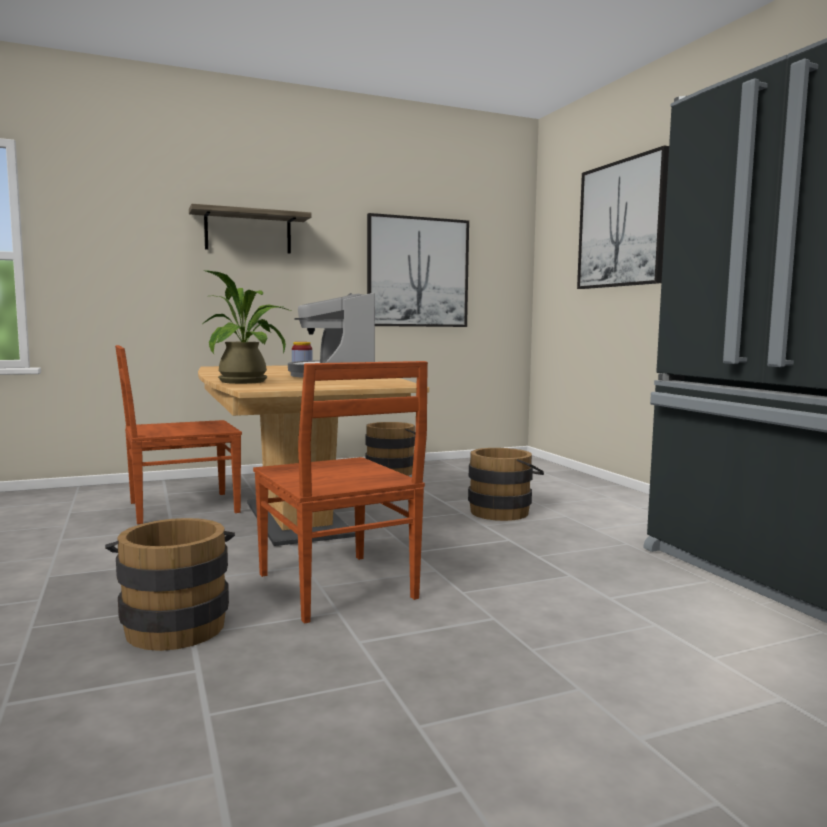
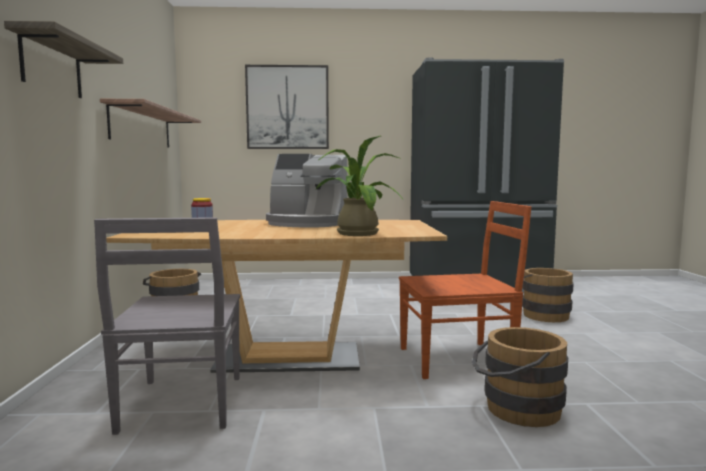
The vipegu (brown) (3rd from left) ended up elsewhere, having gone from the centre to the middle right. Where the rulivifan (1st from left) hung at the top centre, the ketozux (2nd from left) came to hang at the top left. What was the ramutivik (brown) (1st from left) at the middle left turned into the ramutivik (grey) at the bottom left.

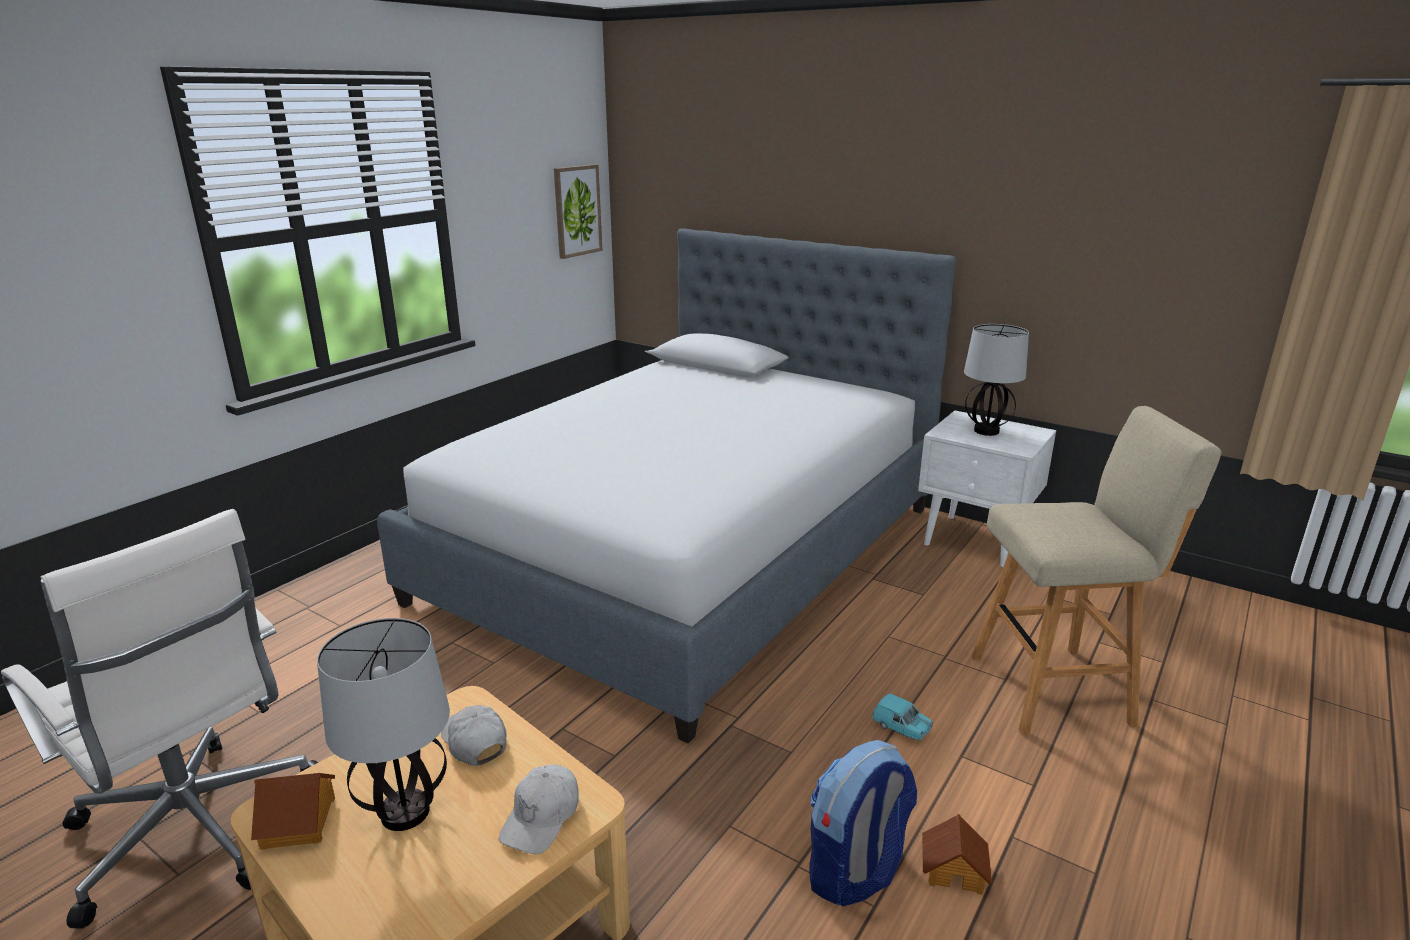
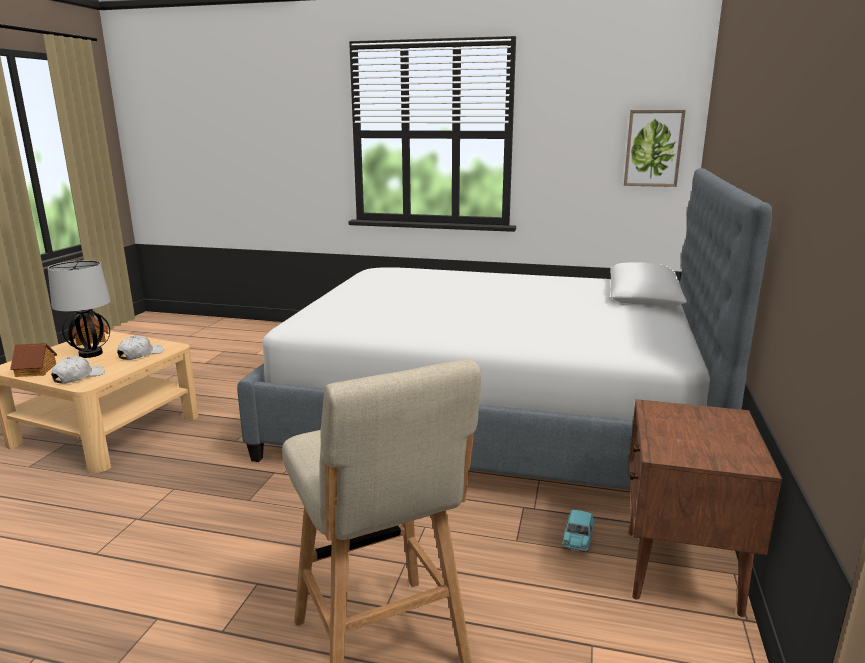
The second view lost the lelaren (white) at the bottom left. The second view lost the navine at the bottom centre. The second view lost the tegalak (2nd from left) at the middle right. The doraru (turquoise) ended up elsewhere, having gone from the bottom centre to the bottom right. The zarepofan (2nd from left in the first image) ended up elsewhere, having gone from the bottom right to the middle left. What was the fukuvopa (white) at the middle right turned into the fukuvopa (brown) at the bottom right. The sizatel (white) (2nd from left in the first image) at the bottom centre ended up facing another way, 120 degrees clockwise from before.

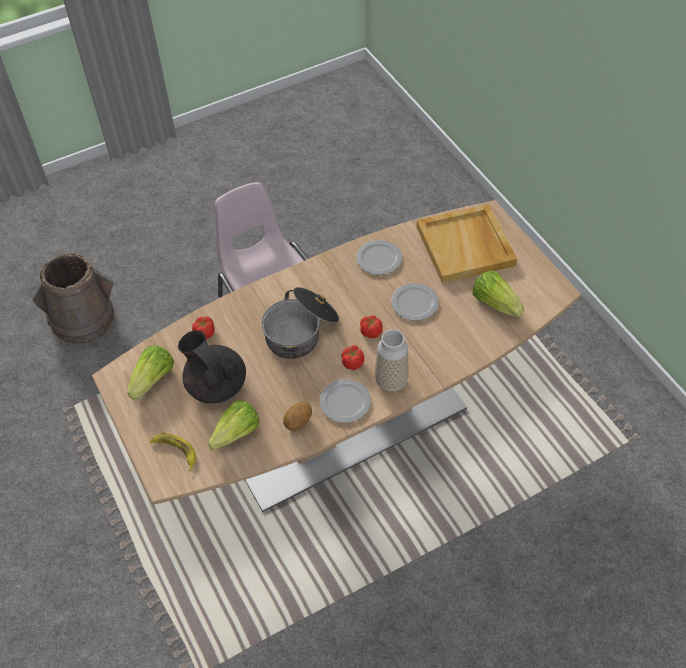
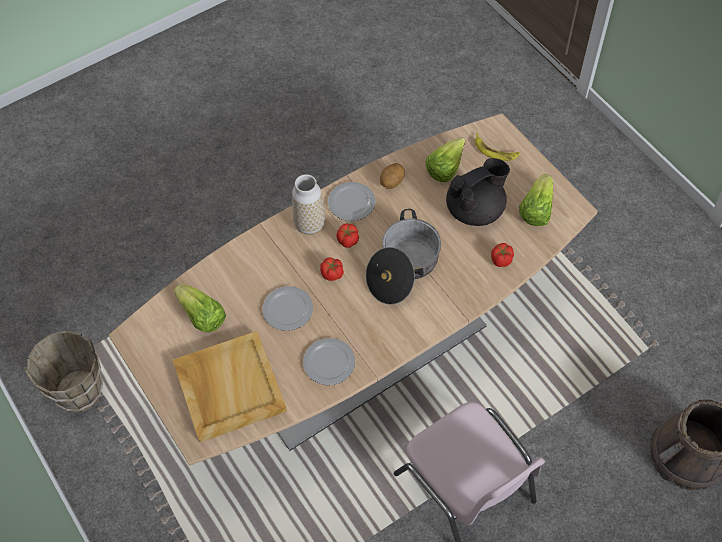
The second view gained the vipegu (brown) (1st from left) at the bottom left. The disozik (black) at the middle left ended up facing another way, 75 degrees counterclockwise from before.

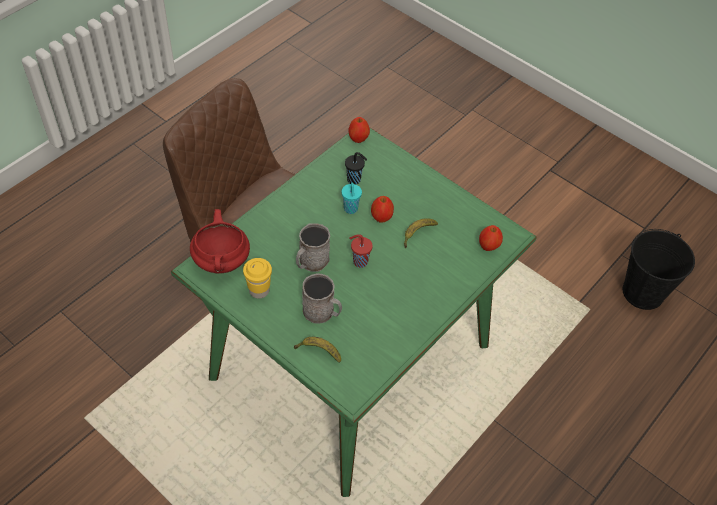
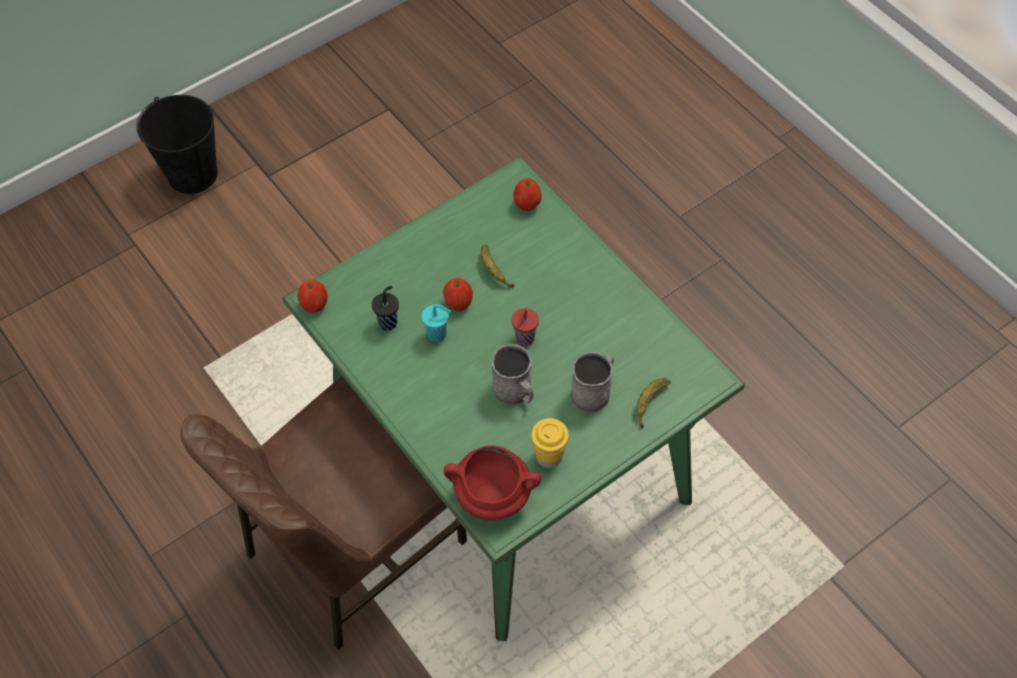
The vipegu (black) ended up elsewhere, having gone from the middle right to the top left.

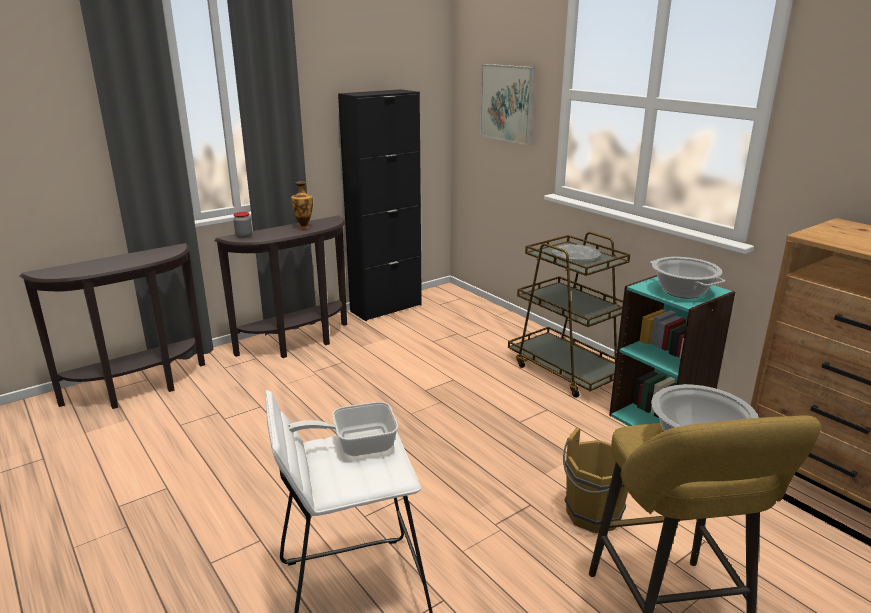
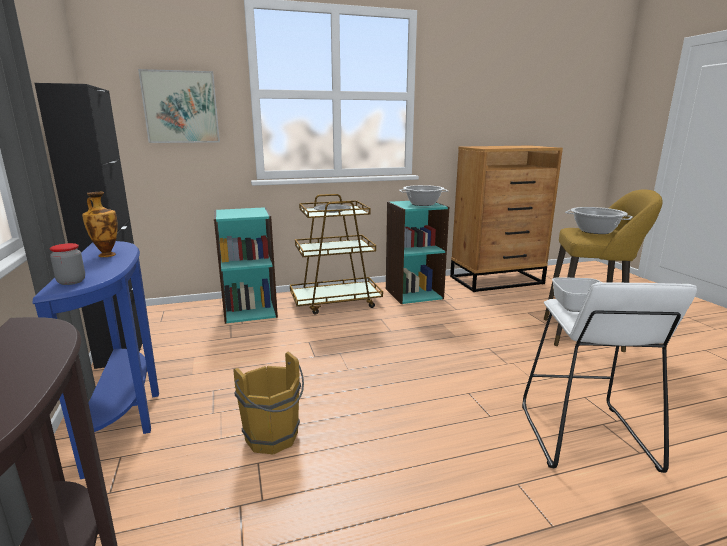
The second view gained the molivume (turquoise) (1st from left) at the centre. The vipegu (brown) ended up elsewhere, having gone from the bottom right to the bottom centre. What was the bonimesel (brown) (2nd from left) at the middle left turned into the bonimesel (blue) at the middle left.

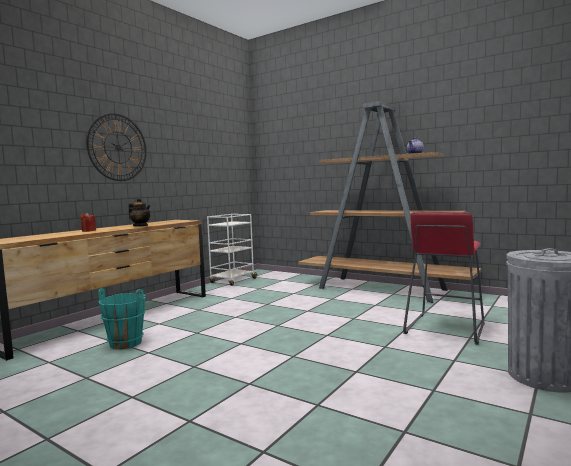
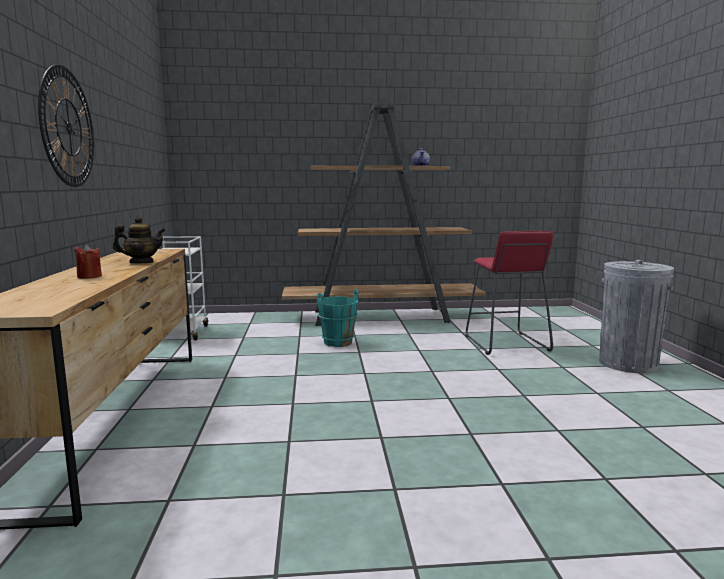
The vipegu (turquoise) ended up elsewhere, having gone from the bottom left to the centre.

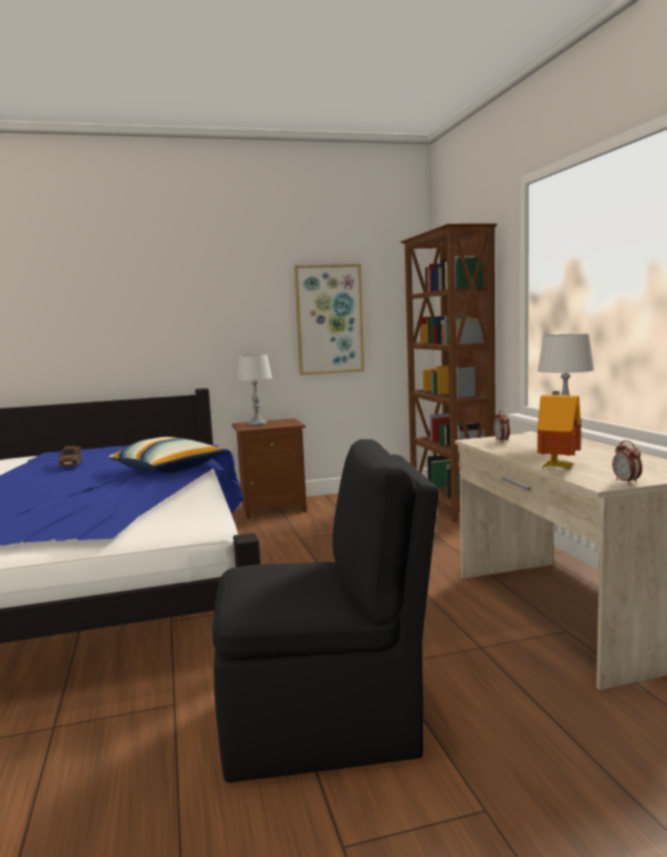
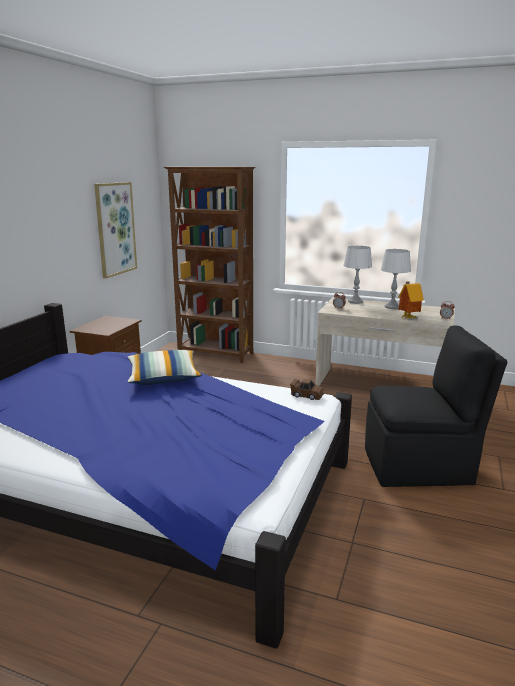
The doraru (brown) ended up elsewhere, having gone from the middle left to the centre. The tegalak (grey) (1st from left in the first image) ended up elsewhere, having gone from the centre to the middle right. The ramutivik (black) at the bottom centre ended up facing another way, 60 degrees clockwise from before.

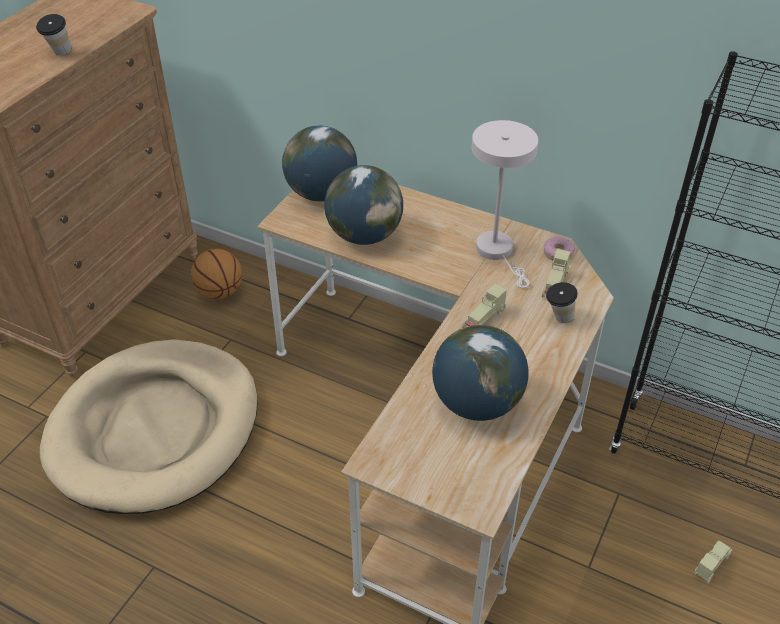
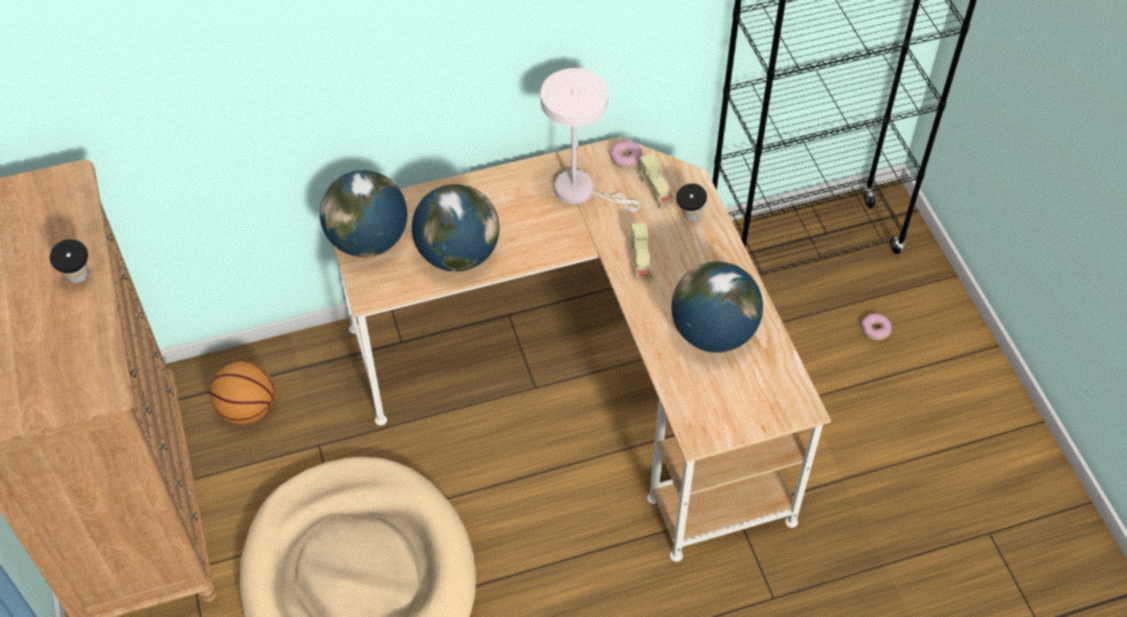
Where the doraru (beige) (3rd from left) stood at the bottom right, the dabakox (2nd from left) came to stand at the middle right.

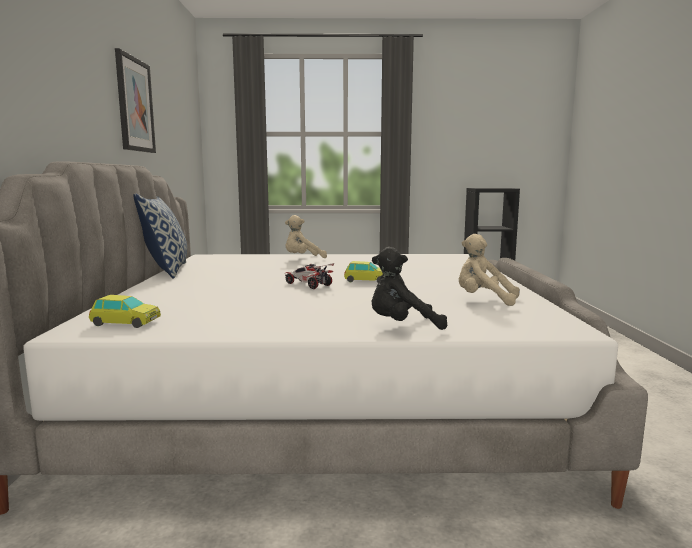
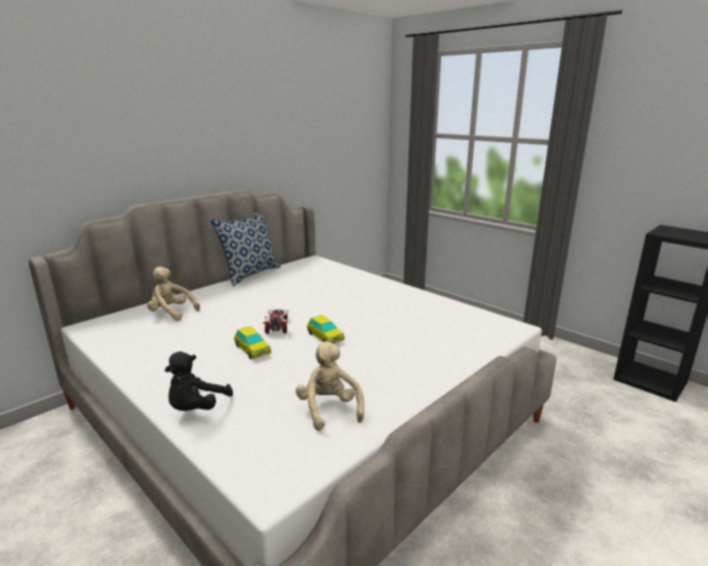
The second view lost the rulivifan at the top left. The doraru (1st from left) ended up elsewhere, having gone from the middle left to the centre. The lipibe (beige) (1st from left) ended up elsewhere, having gone from the centre to the middle left. The lipibe (black) at the centre ended up facing another way, 105 degrees counterclockwise from before.

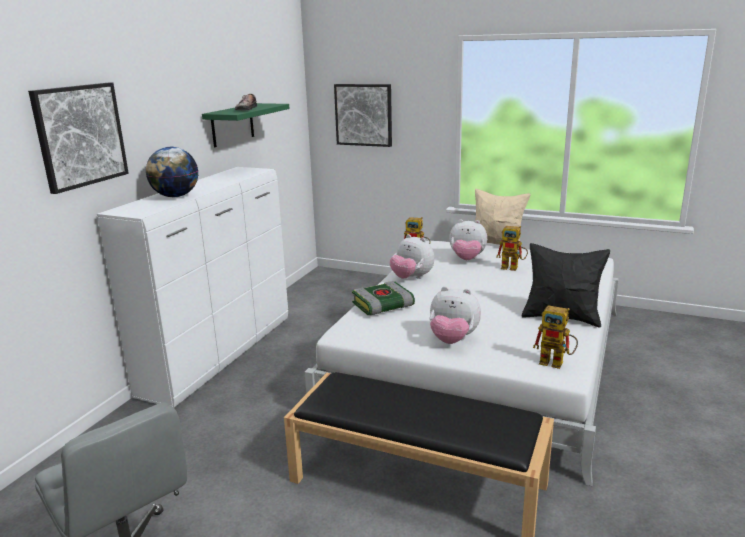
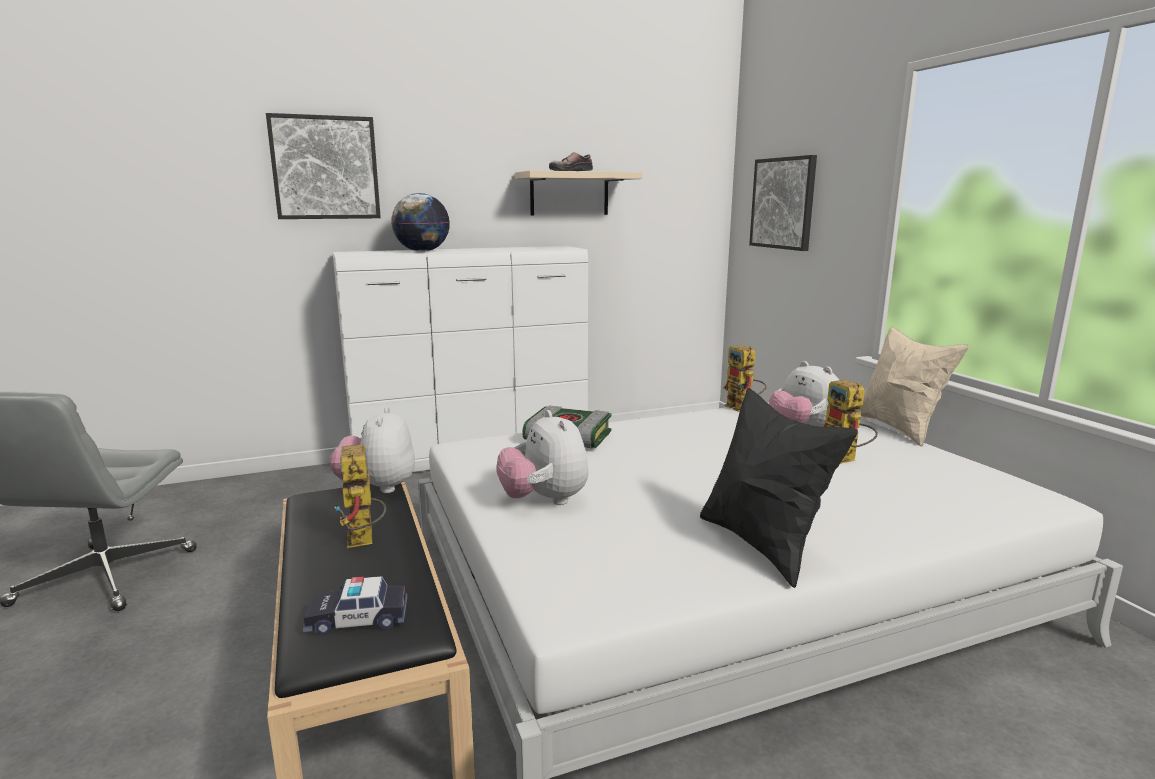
The second view gained the doraru at the bottom left. The lipibe (1st from left) ended up elsewhere, having gone from the centre to the middle left. The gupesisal (3rd from left in the first image) ended up elsewhere, having gone from the middle right to the middle left. What was the ketozux (green) at the top left turned into the ketozux (beige) at the top centre.

